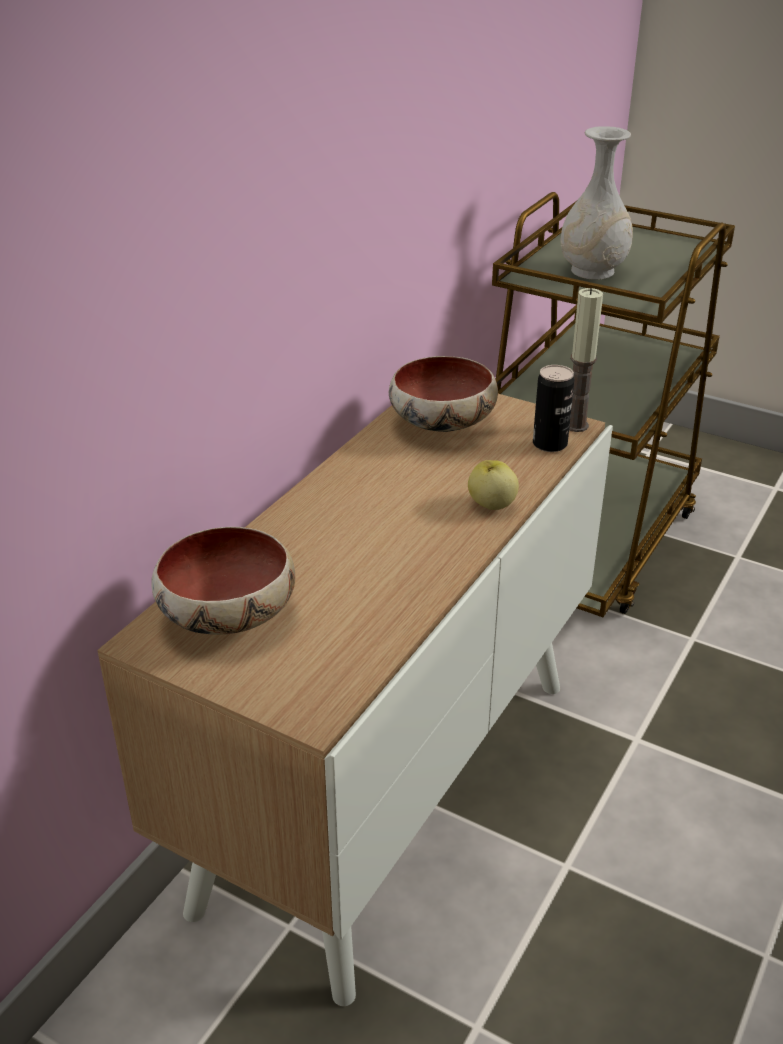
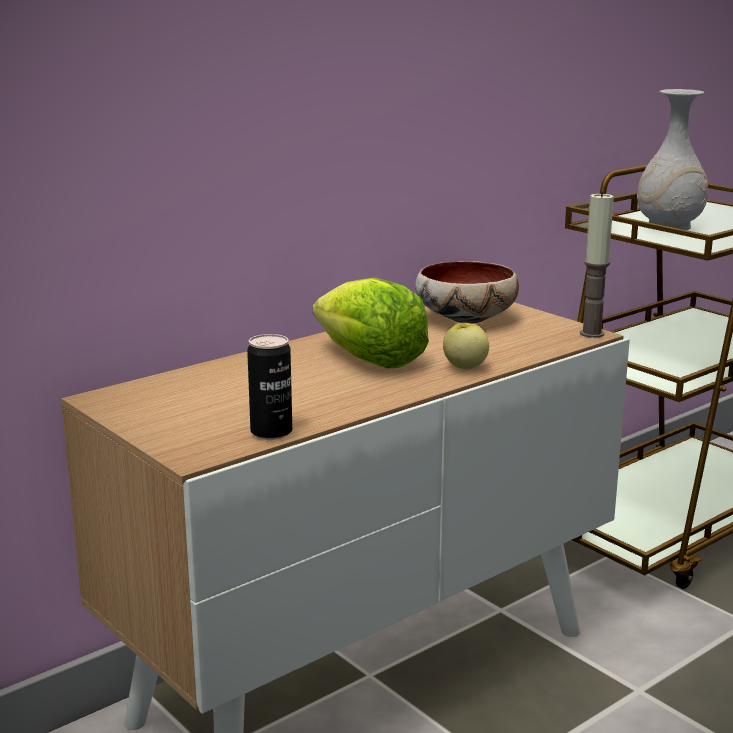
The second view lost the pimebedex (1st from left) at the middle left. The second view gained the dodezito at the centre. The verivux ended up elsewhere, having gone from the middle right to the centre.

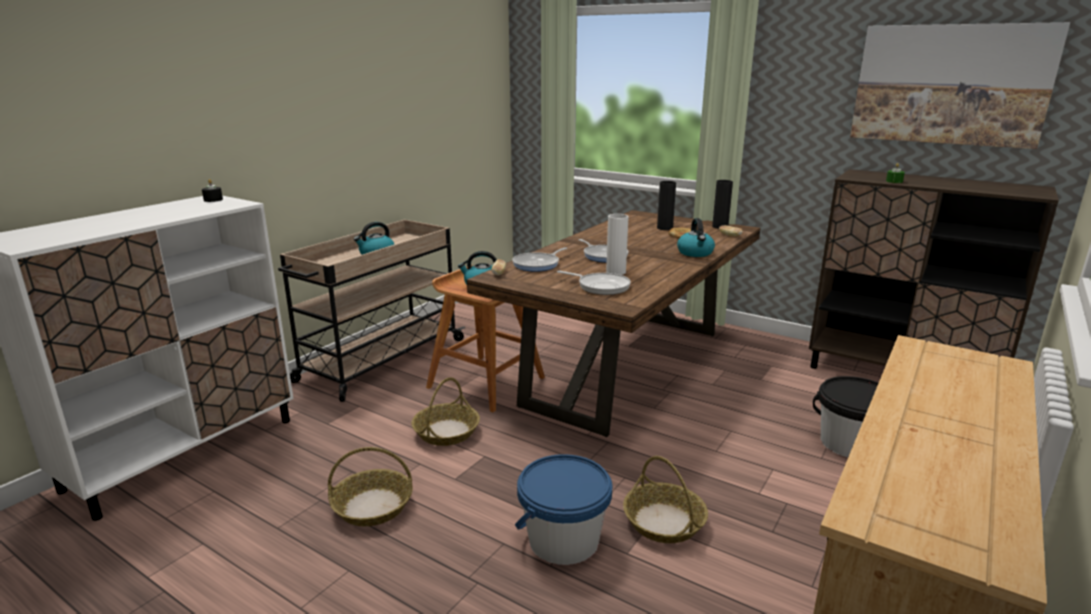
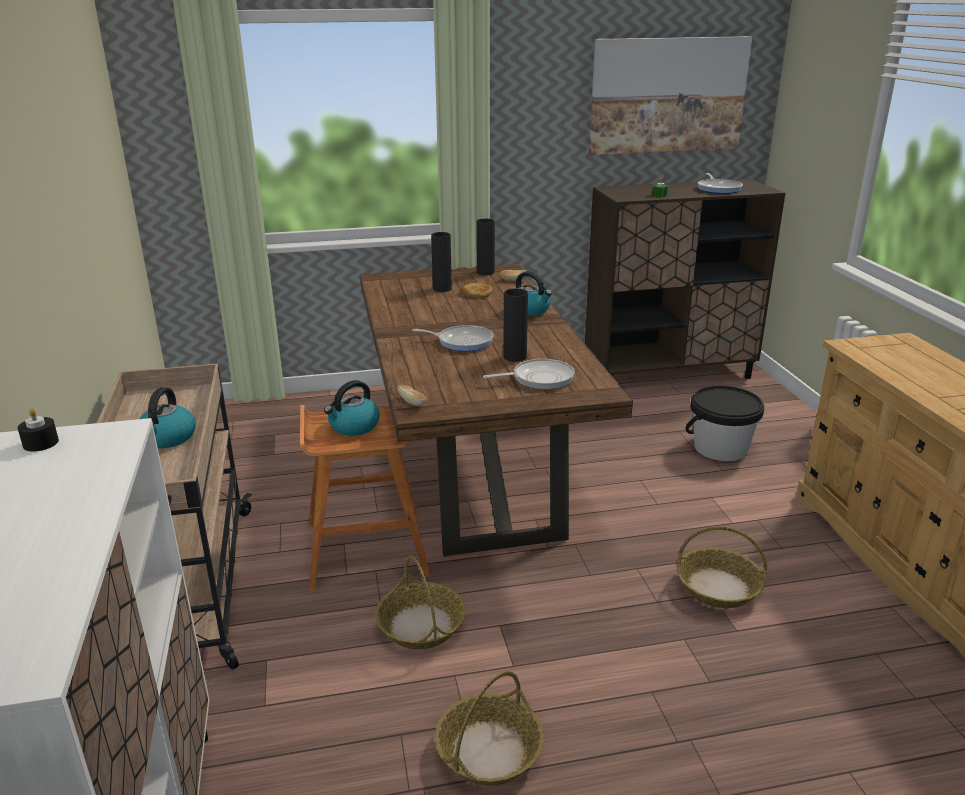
The second view lost the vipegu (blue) at the bottom centre. The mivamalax (1st from left in the first image) ended up elsewhere, having gone from the centre to the top right. What was the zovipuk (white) at the centre turned into the zovipuk (black) (3rd from left) at the centre.

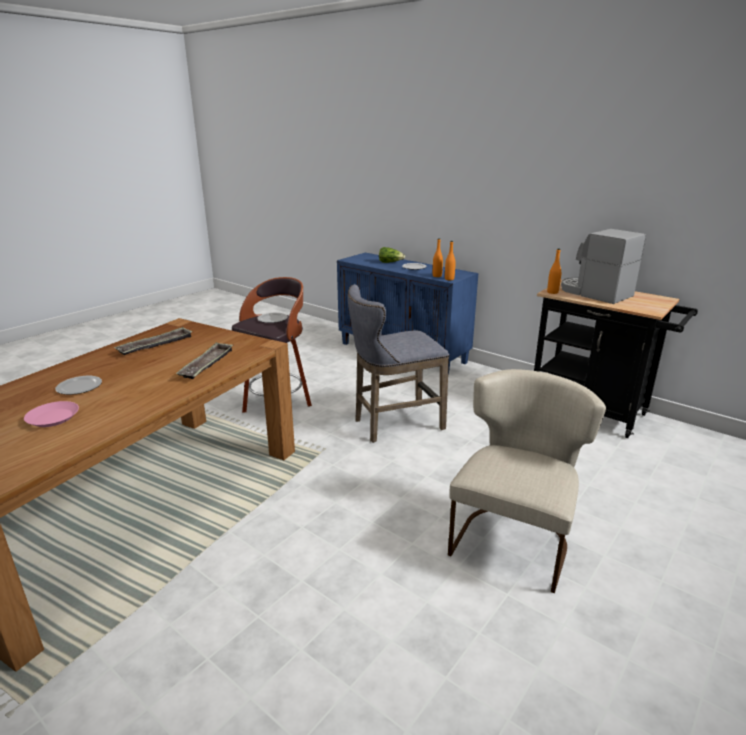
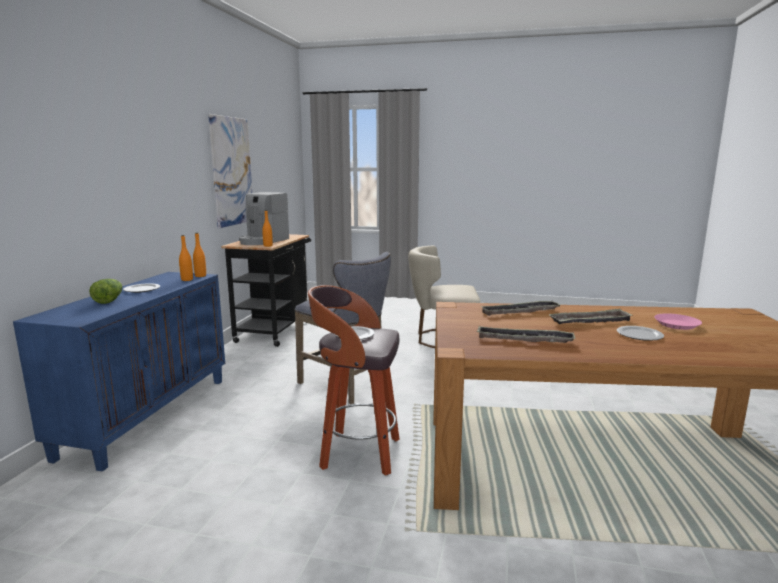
The second view gained the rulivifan at the top left. The second view gained the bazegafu (3rd from left) at the middle right.

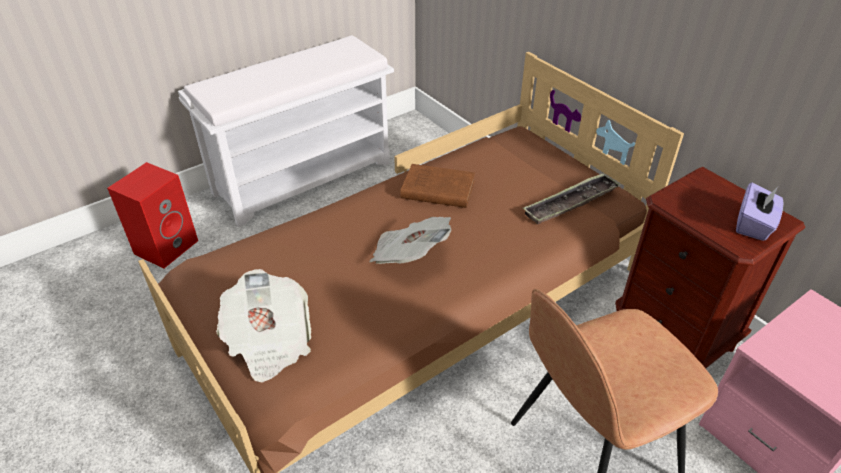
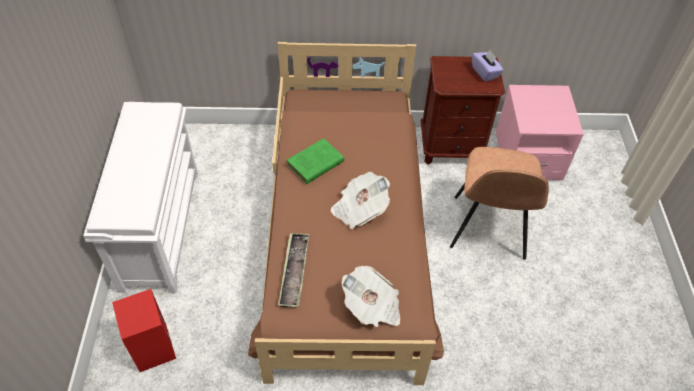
The bazegafu ended up elsewhere, having gone from the middle right to the bottom centre. What was the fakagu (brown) at the centre turned into the fakagu (green) at the centre.

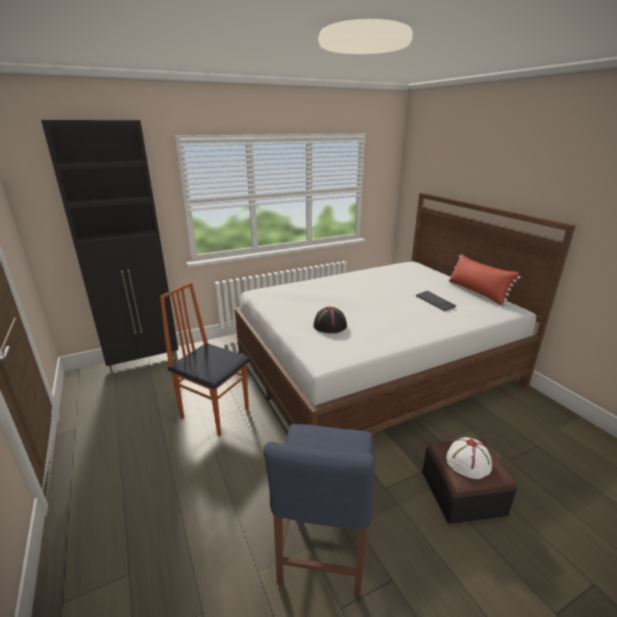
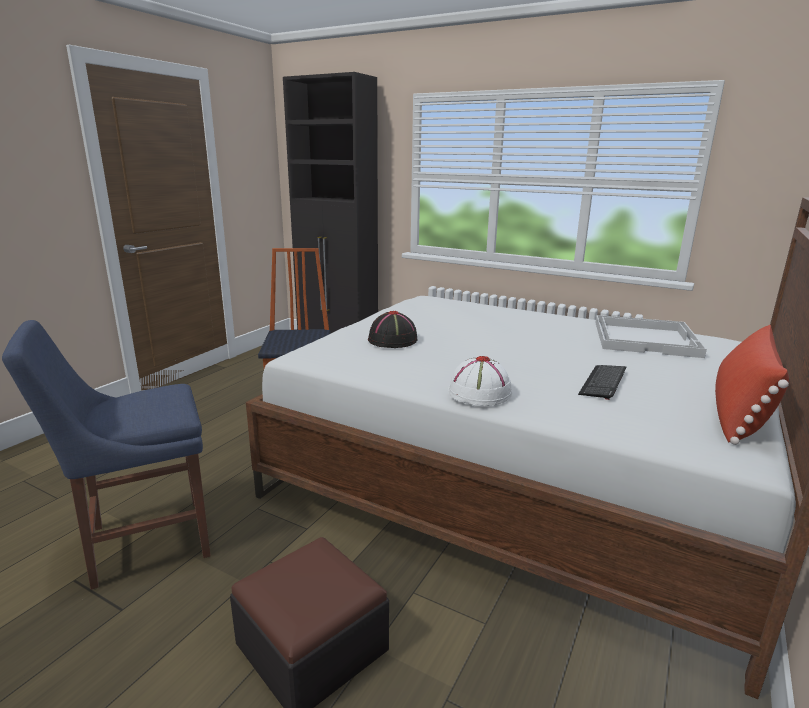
The second view gained the bazegafu (white) at the middle right. The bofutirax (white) ended up elsewhere, having gone from the bottom right to the centre.

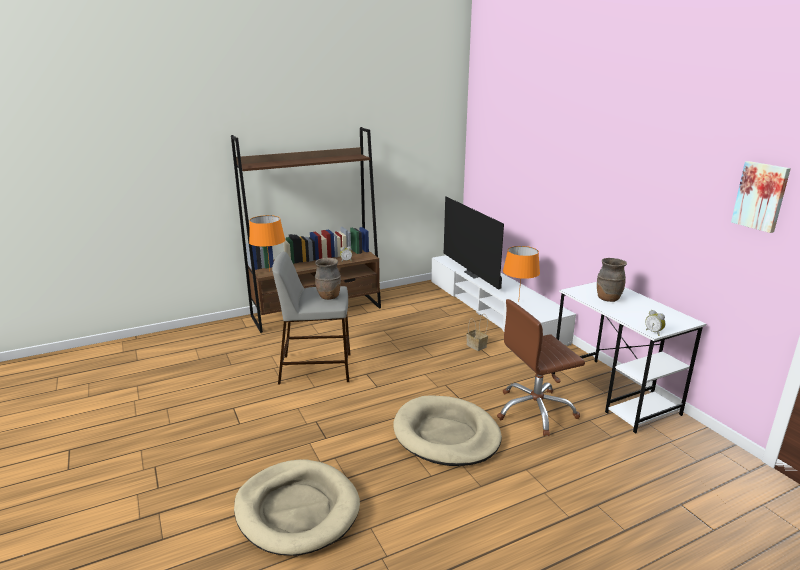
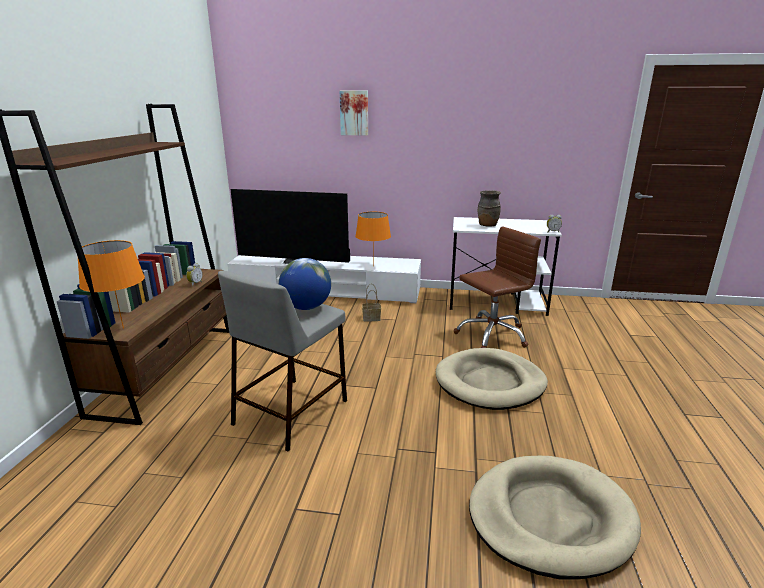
The rulivifan ended up elsewhere, having gone from the middle right to the top centre. Where the zovipuk (brown) (1st from left) stood at the centre, the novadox came to stand at the centre. The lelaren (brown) at the middle right ended up facing another way, 135 degrees counterclockwise from before.

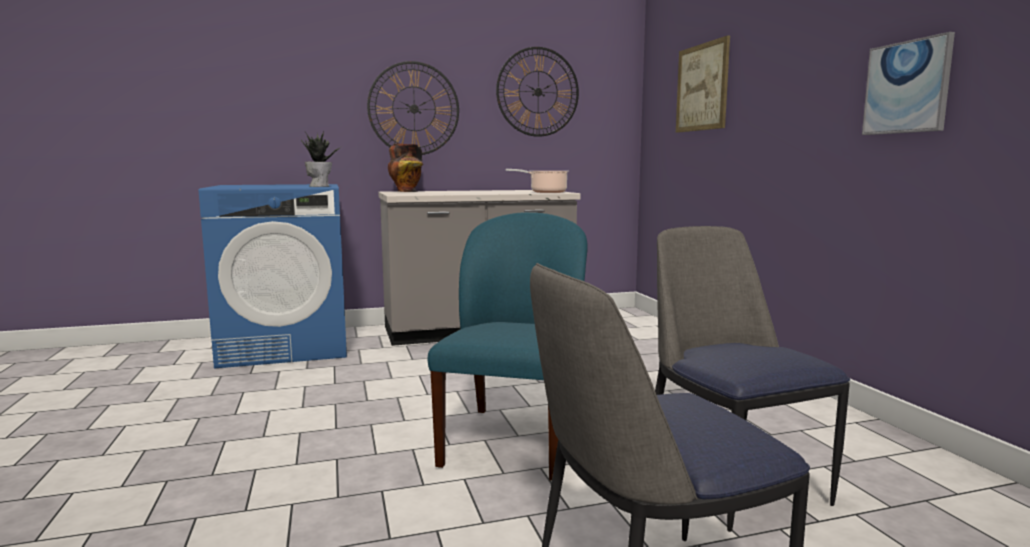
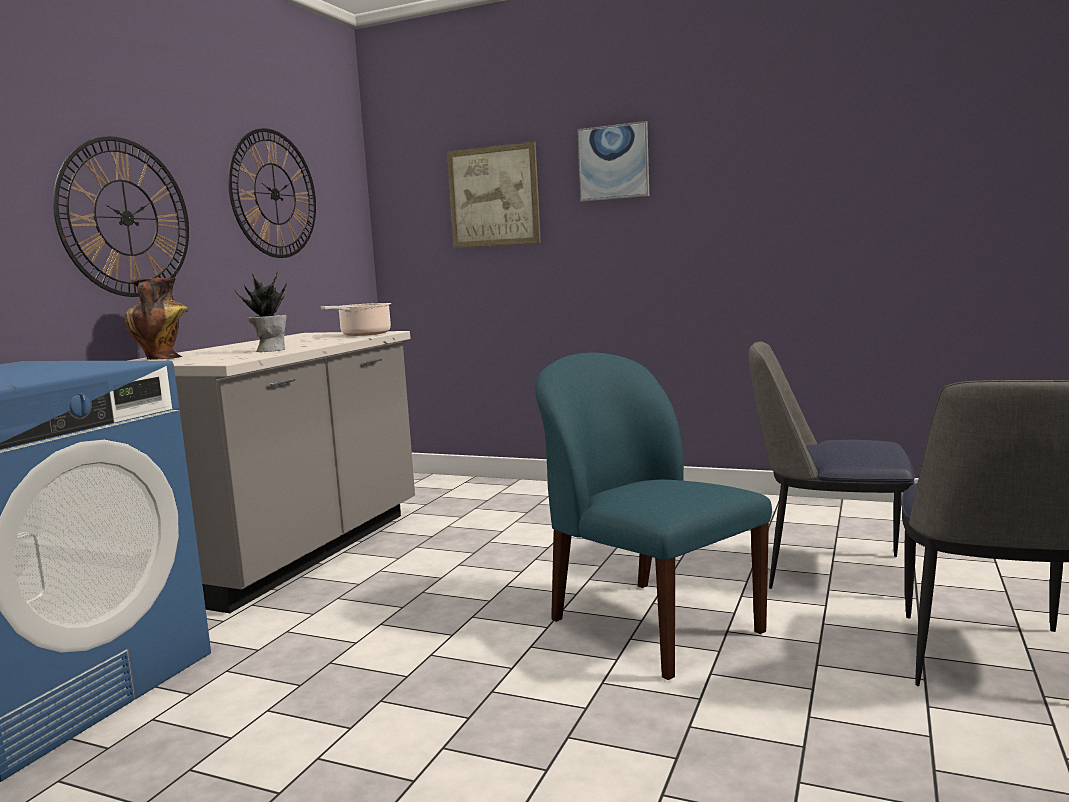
The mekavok ended up elsewhere, having gone from the top left to the middle left. The rulivifan (2nd from left) ended up elsewhere, having gone from the top right to the top centre.

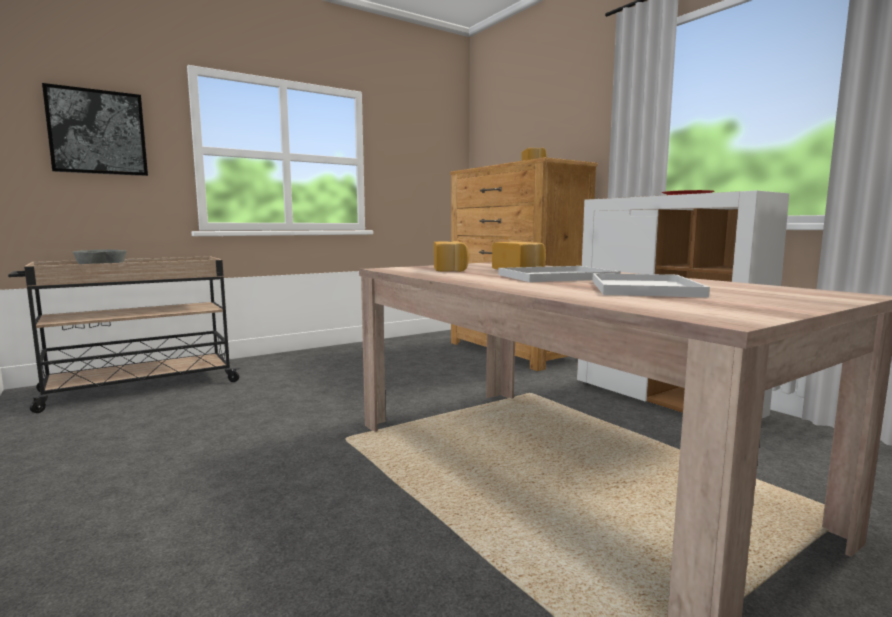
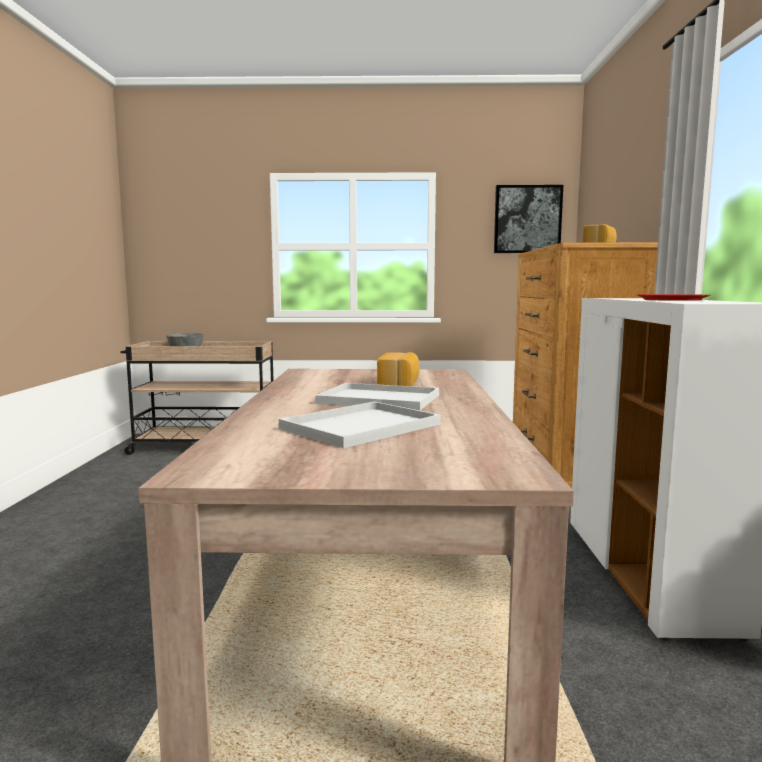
The second view lost the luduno (1st from left) at the centre. The rulivifan ended up elsewhere, having gone from the top left to the top right.

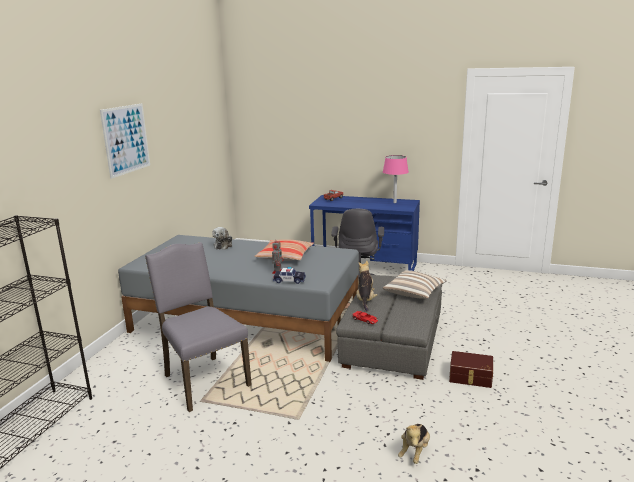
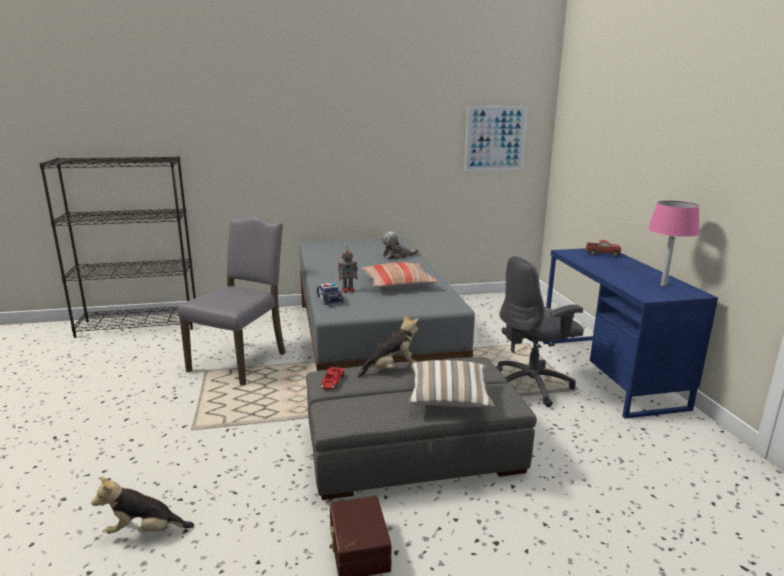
The rulivifan ended up elsewhere, having gone from the top left to the top centre.

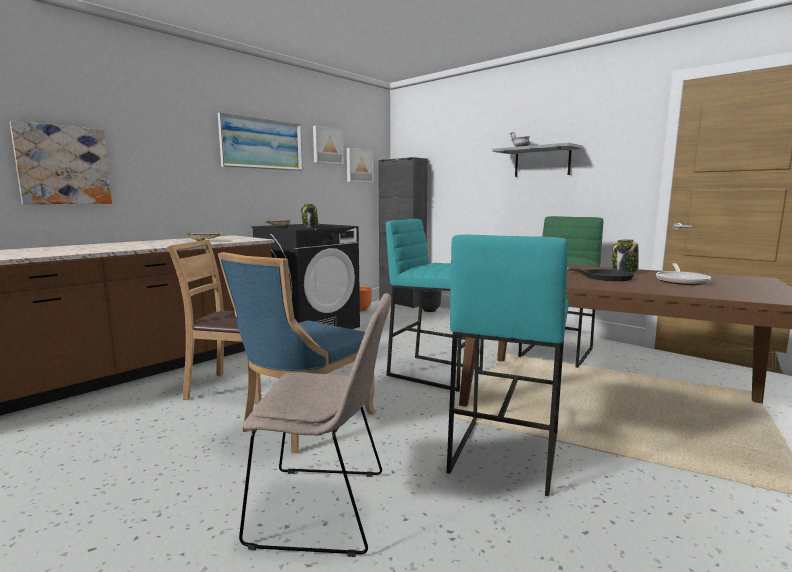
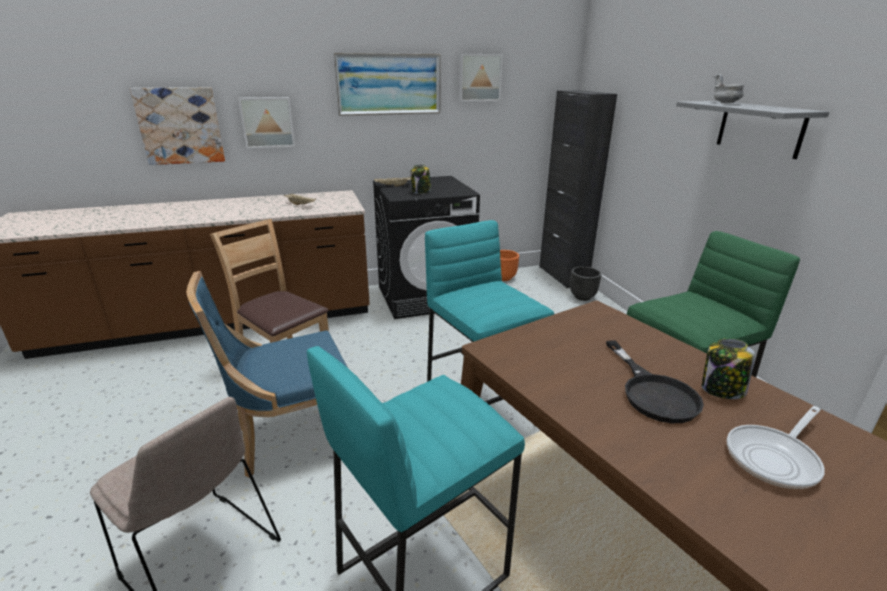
The rulivifan (4th from left in the first image) ended up elsewhere, having gone from the top centre to the top left.

